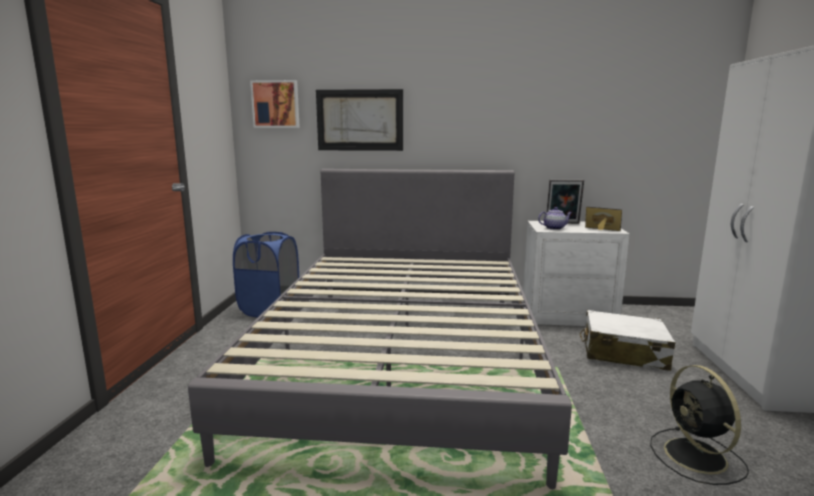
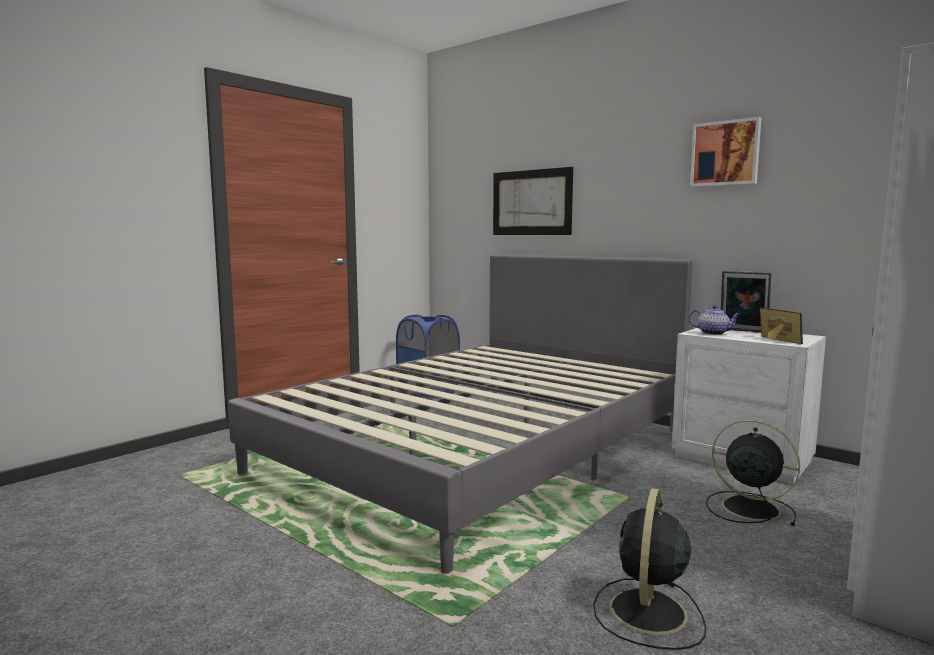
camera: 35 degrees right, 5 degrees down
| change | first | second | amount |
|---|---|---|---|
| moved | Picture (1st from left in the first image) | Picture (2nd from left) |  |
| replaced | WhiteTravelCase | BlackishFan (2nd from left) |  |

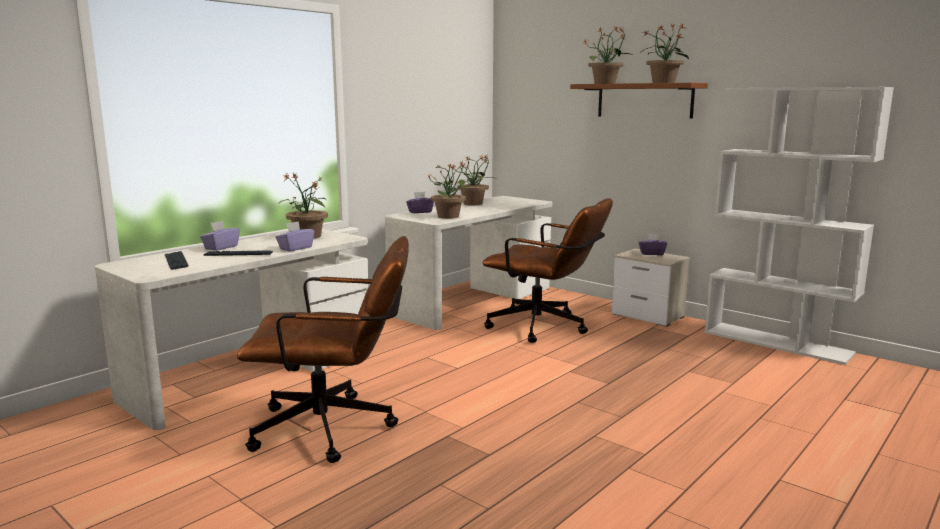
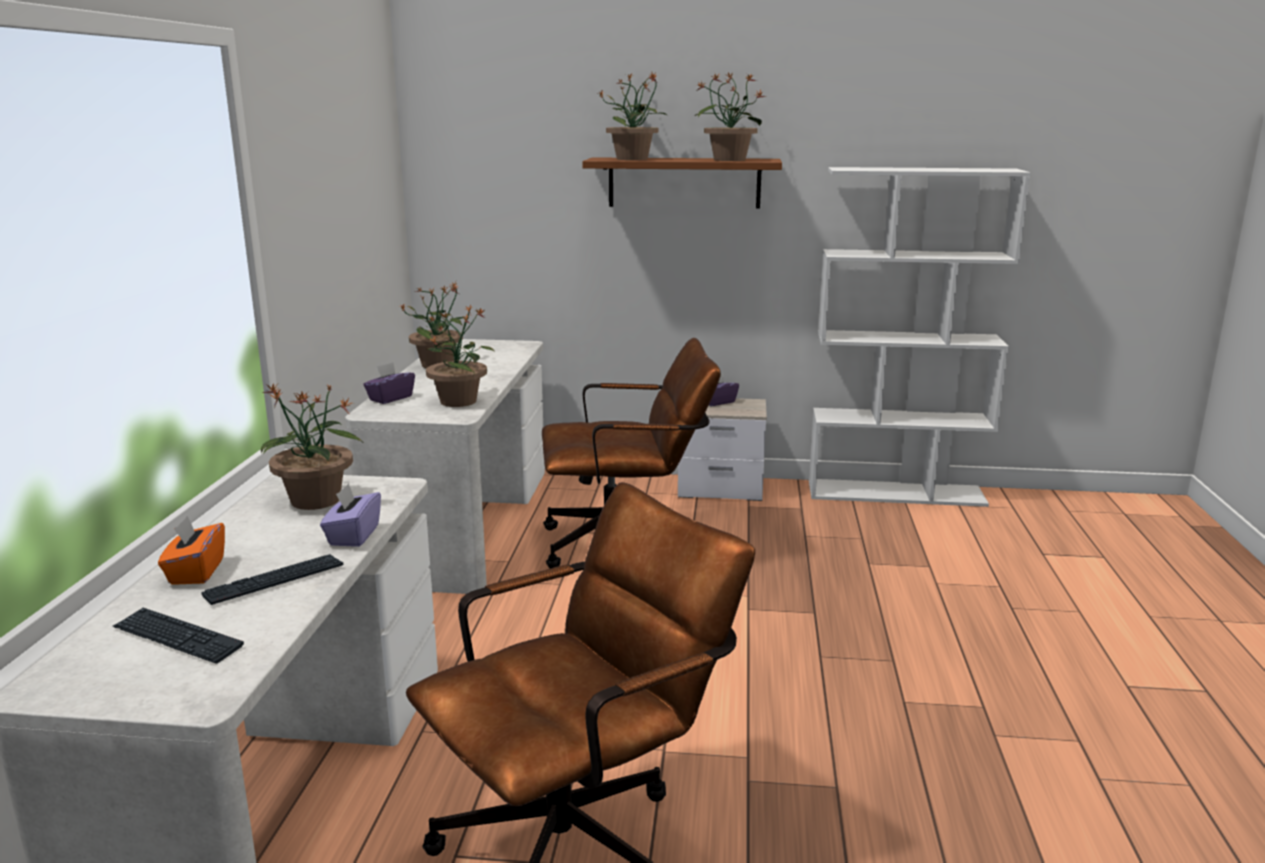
camera: 35 degrees left, 5 degrees up
| change | first | second | amount |
|---|---|---|---|
| recoloured | PurpleBoxOfTissues (1st from left) | OrangeBoxOfTissues |  |

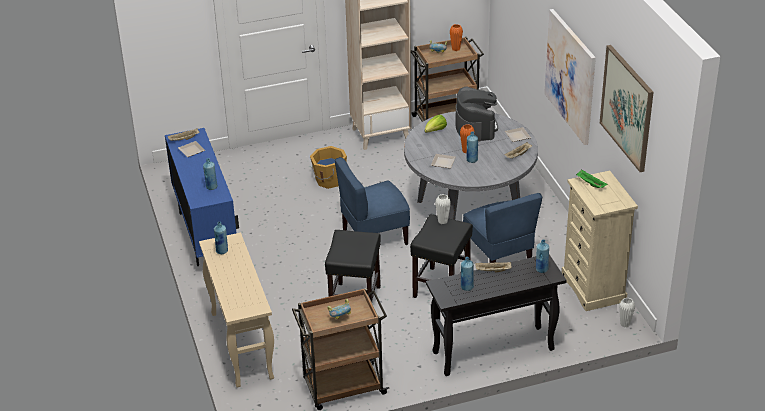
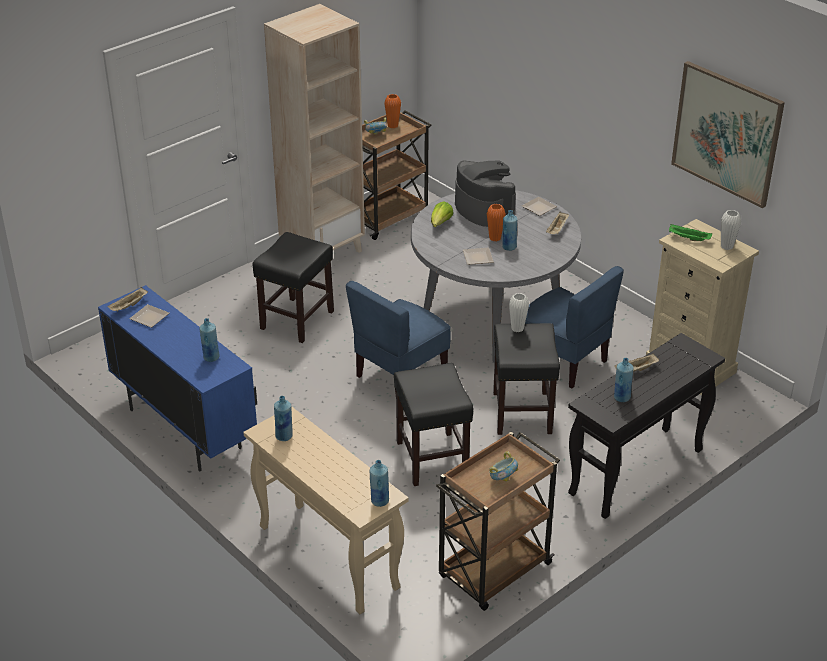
camera: 25 degrees left, 0 degrees up
| change | first | second | amount |
|---|---|---|---|
| replaced | OrangeWaterBucket | BlackishSittingStool (1st from left) |  |
| moved | BlueDrinkBottle (5th from left in the first image) | BlueDrinkBottle (3rd from left) |  |
| moved | WhiteFlowerVase (2nd from left) |  |  |
| removed | Picture (1st from left) |  |  |

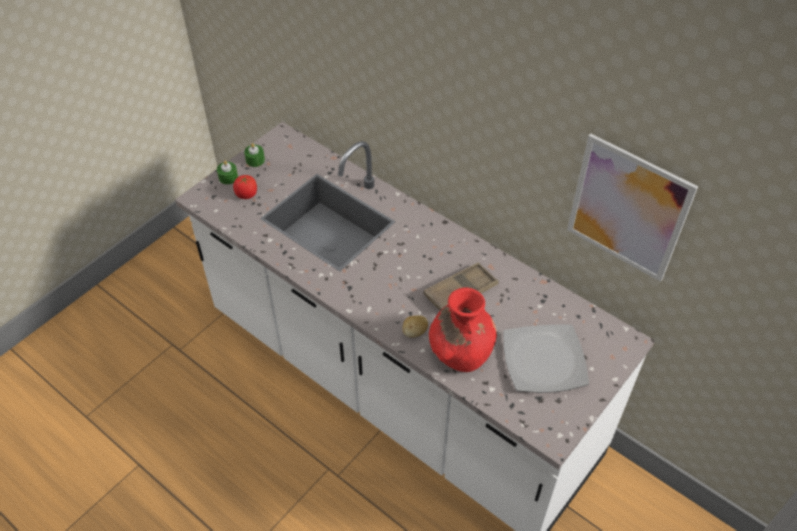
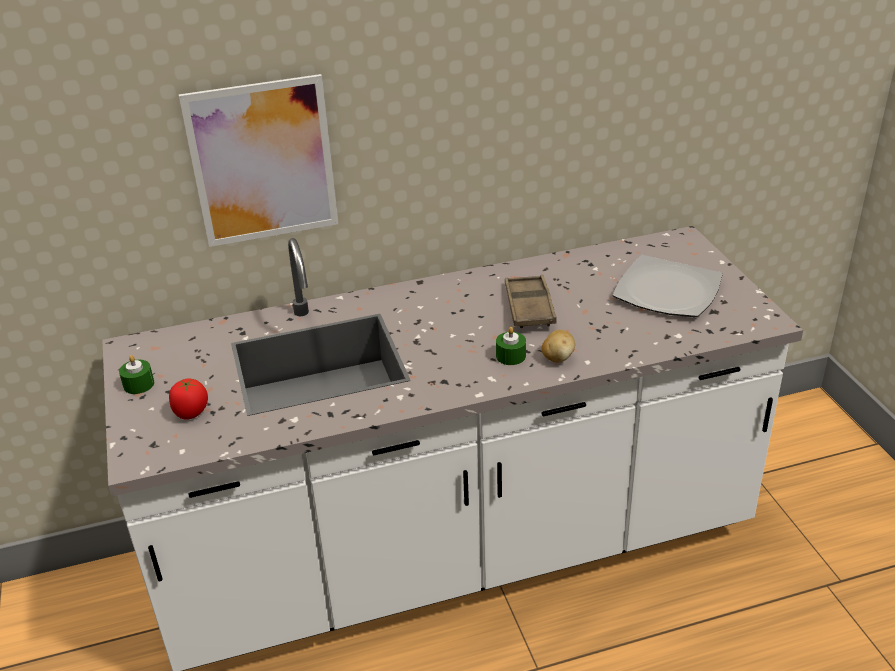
camera: 55 degrees left, 15 degrees down
| change | first | second | amount |
|---|---|---|---|
| moved | Picture |  |  |
| moved | GreenishCandle (1st from left in the first image) | GreenishCandle (2nd from left) |  |
| removed | ReddishFlowerVase |  |  |

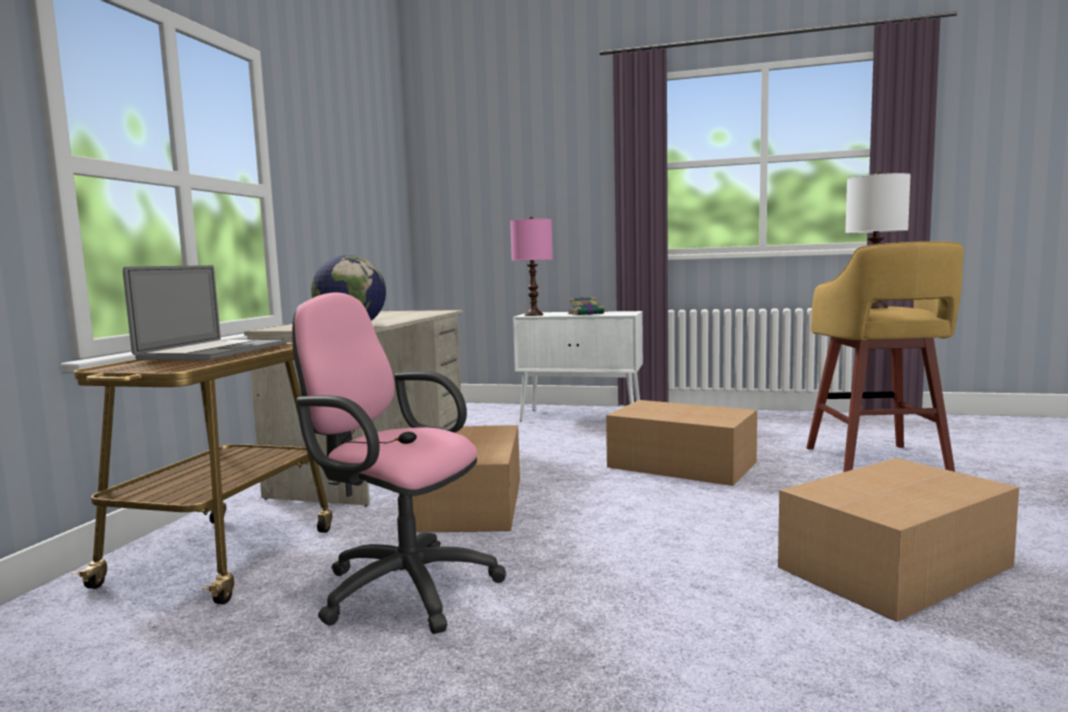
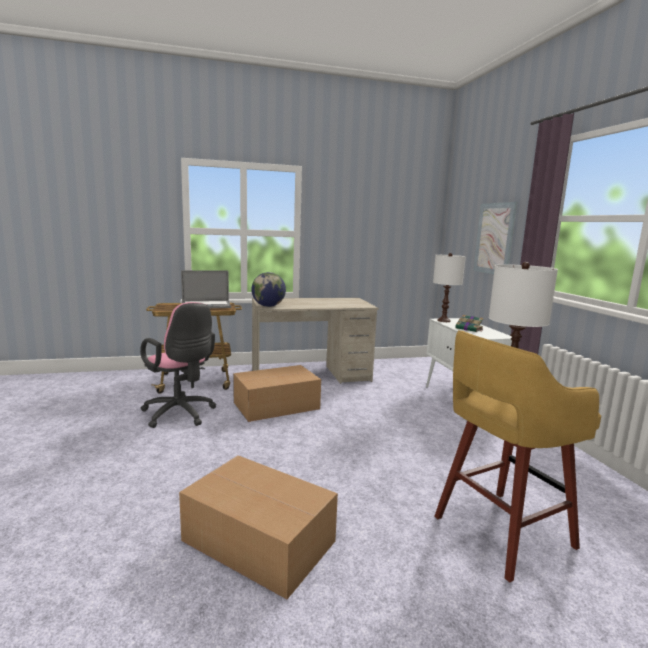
camera: 60 degrees right, 5 degrees up
| change | first | second | amount |
|---|---|---|---|
| turned | PinkishOfficeChair |  | 135 degrees clockwise |
| recoloured | PinkishTabletopLamp | WhiteTabletopLamp (1st from left) |  |
| added |  | Picture |  |
| removed | Carton (2nd from left) |  |  |

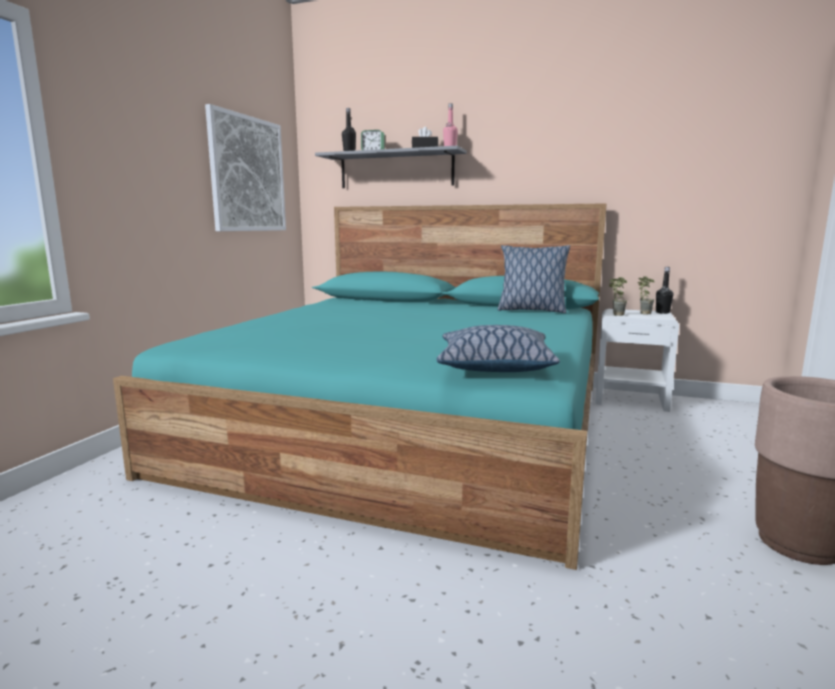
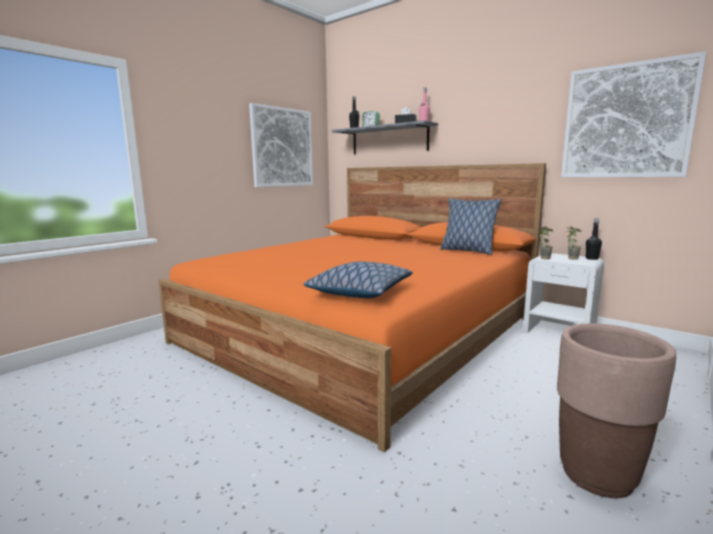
camera: 20 degrees right, 0 degrees up
| change | first | second | amount |
|---|---|---|---|
| recoloured | TurquoiseBed | OrangeBed |  |
| added |  | Picture (2nd from left) |  |

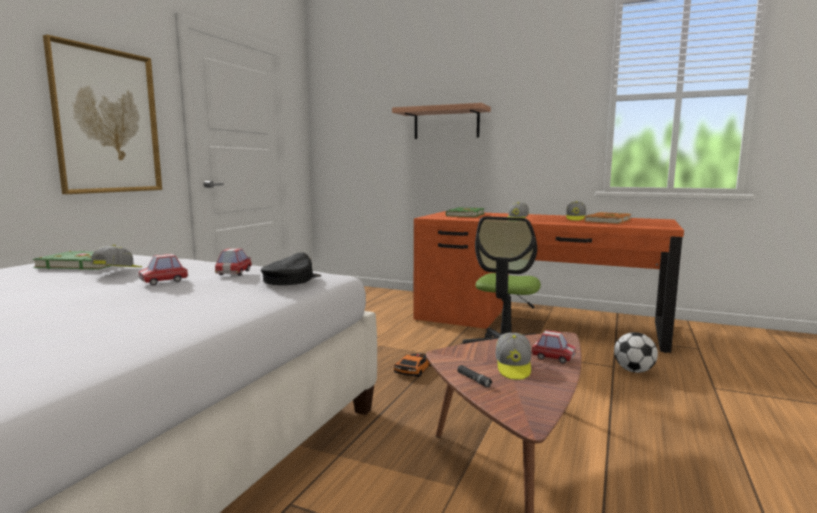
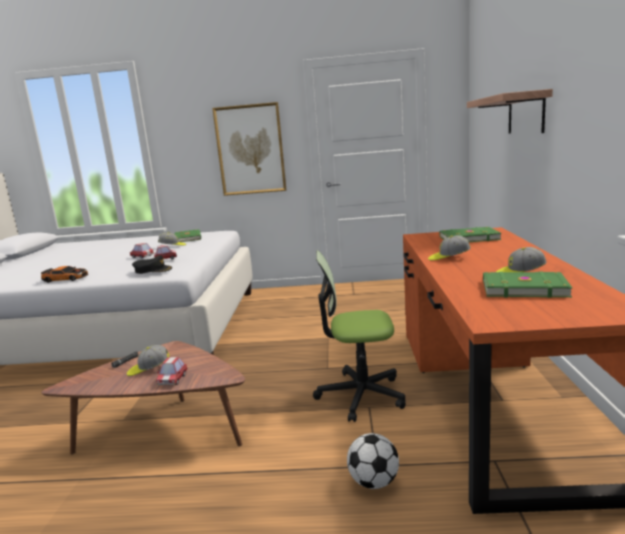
camera: 70 degrees right, 5 degrees up
| change | first | second | amount |
|---|---|---|---|
| moved | ModelCar (3rd from left in the first image) | ModelCar (1st from left) |  |
| recoloured | OrangeBook | GreenishBook (3rd from left) |  |

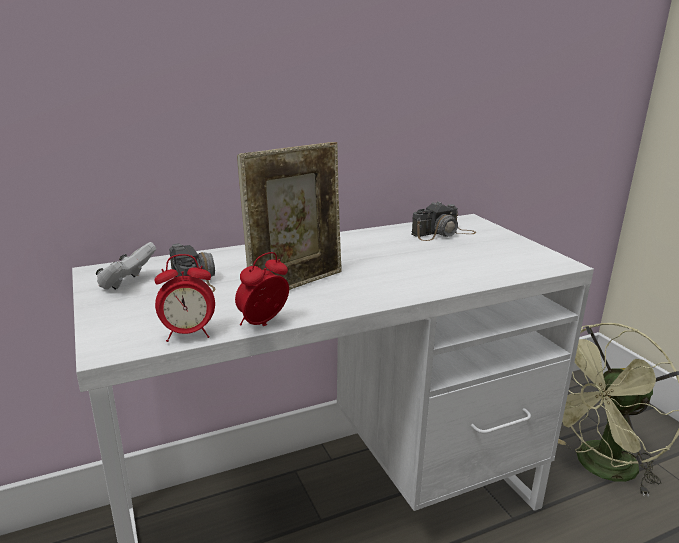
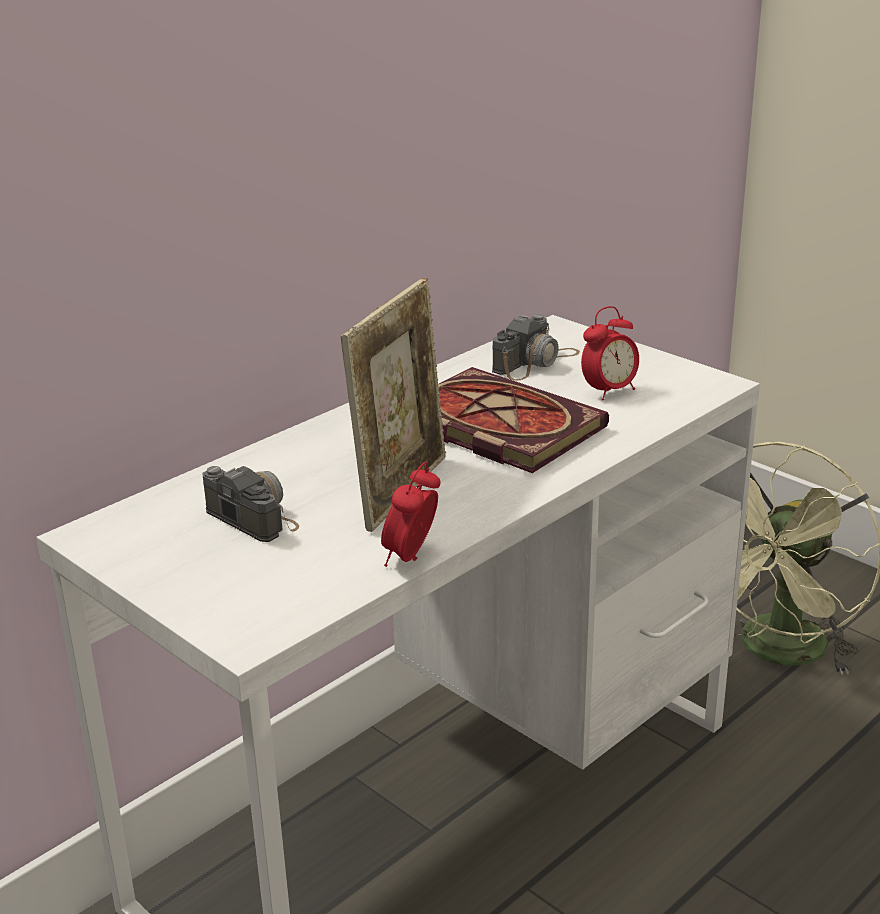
camera: 20 degrees left, 5 degrees up
| change | first | second | amount |
|---|---|---|---|
| added |  | Book |  |
| moved | TableClock (1st from left in the first image) | TableClock (2nd from left) |  |
| removed | WhiteGamepad |  |  |

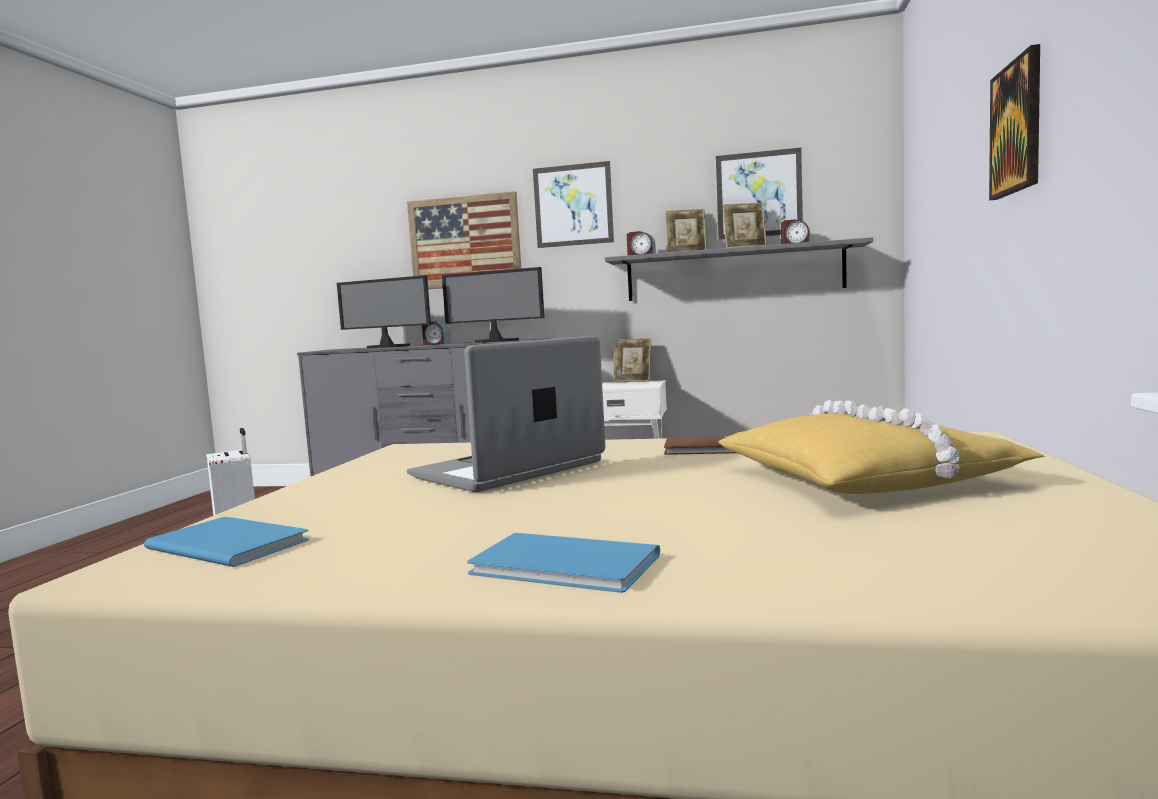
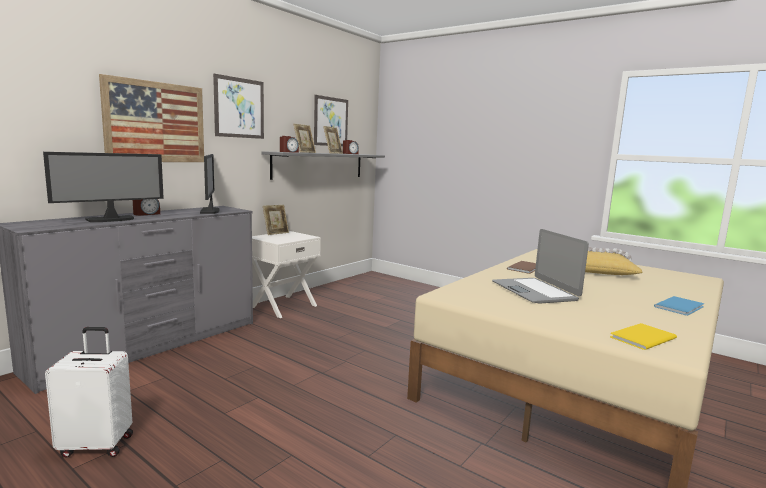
camera: 65 degrees left, 5 degrees up
| change | first | second | amount |
|---|---|---|---|
| turned | ComputerDisplay (2nd from left) |  | 60 degrees counterclockwise |
| recoloured | BlueBook (1st from left) | YellowColouredBook |  |
| removed | Picture (4th from left) |  |  |

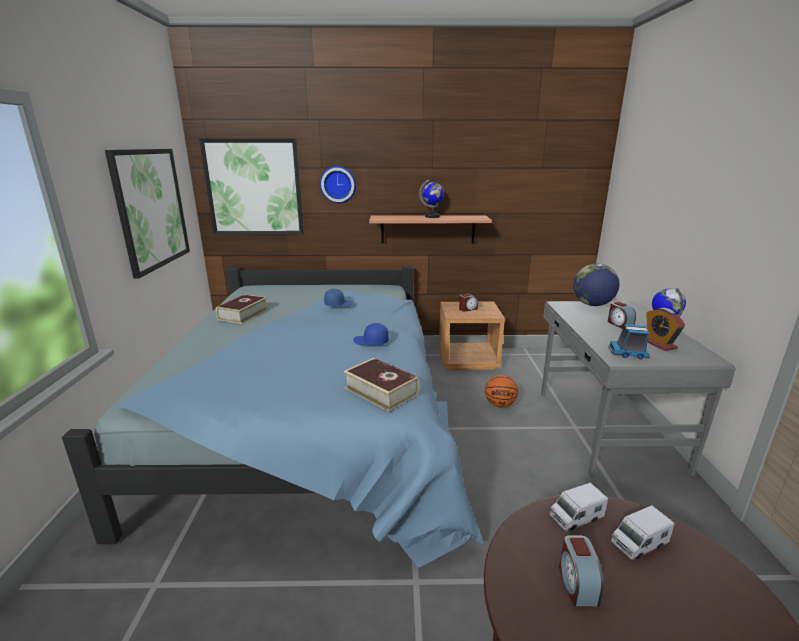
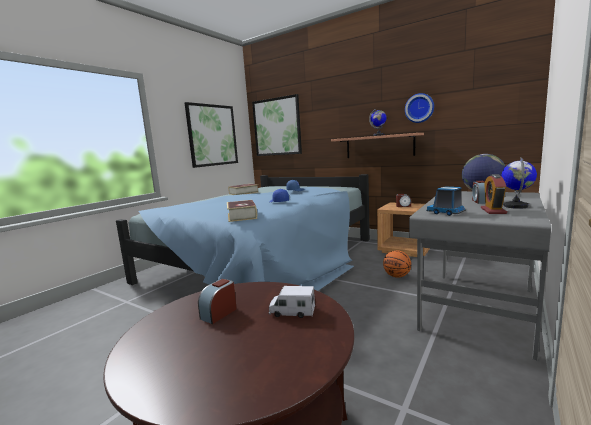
camera: 35 degrees right, 10 degrees down
| change | first | second | amount |
|---|---|---|---|
| moved | ClockOnTheWall |  |  |
| removed | ToyLorry (1st from left) |  |  |

